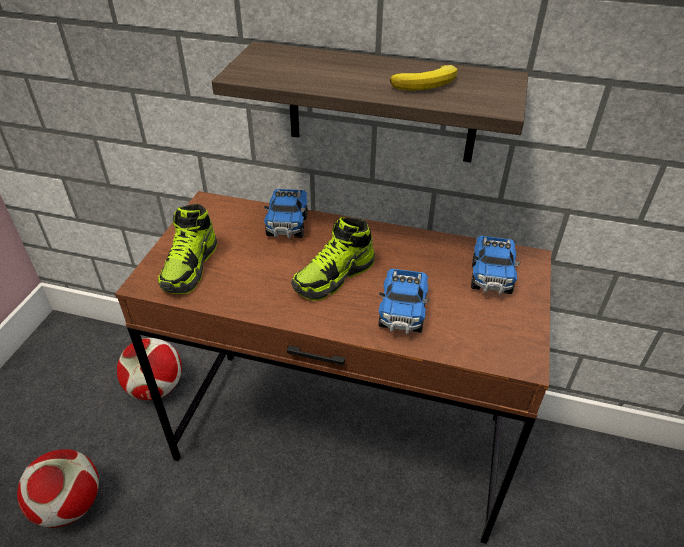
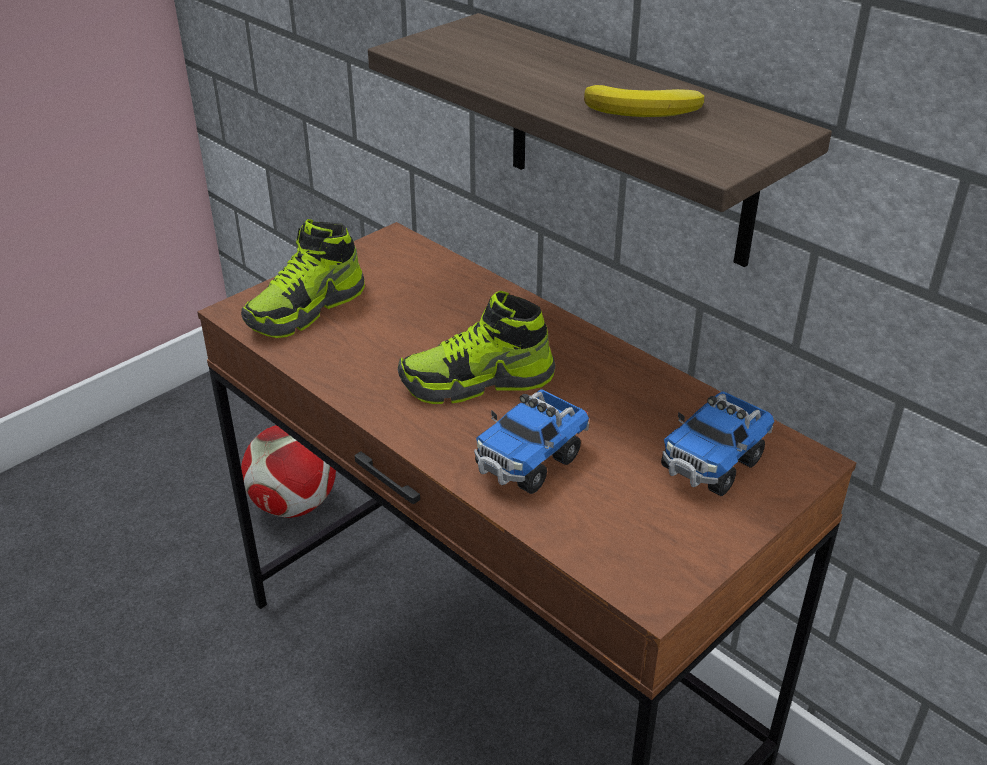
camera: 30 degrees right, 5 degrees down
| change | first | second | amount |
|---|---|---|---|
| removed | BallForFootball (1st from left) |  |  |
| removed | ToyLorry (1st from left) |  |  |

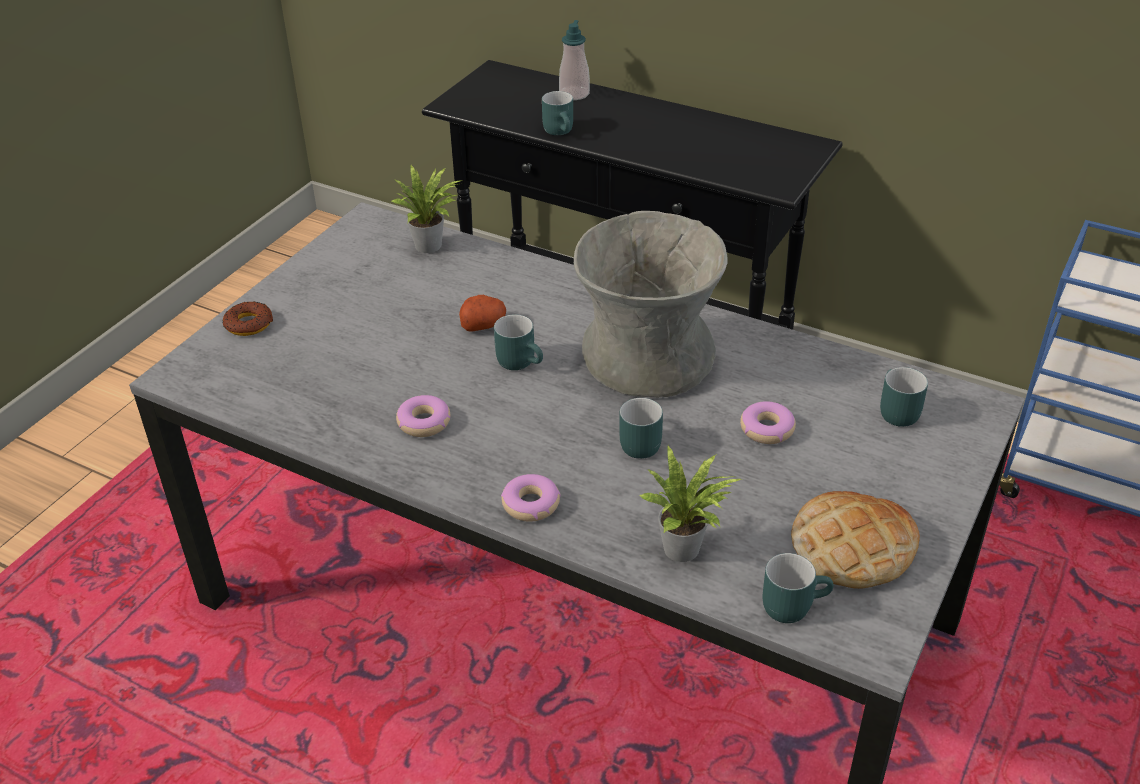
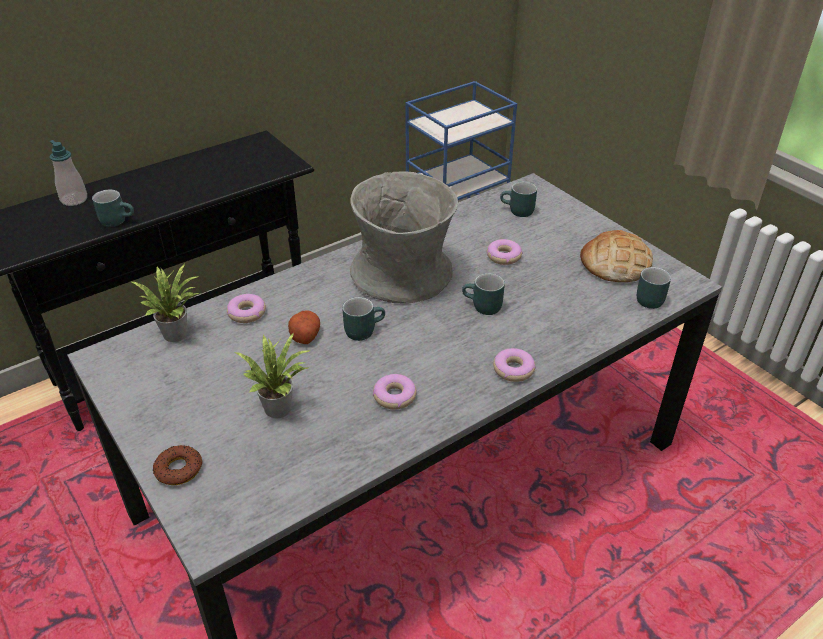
camera: 65 degrees left, 0 degrees up
| change | first | second | amount |
|---|---|---|---|
| added |  | Doughnut (2nd from left) |  |
| moved | PottedPlant (2nd from left) |  |  |

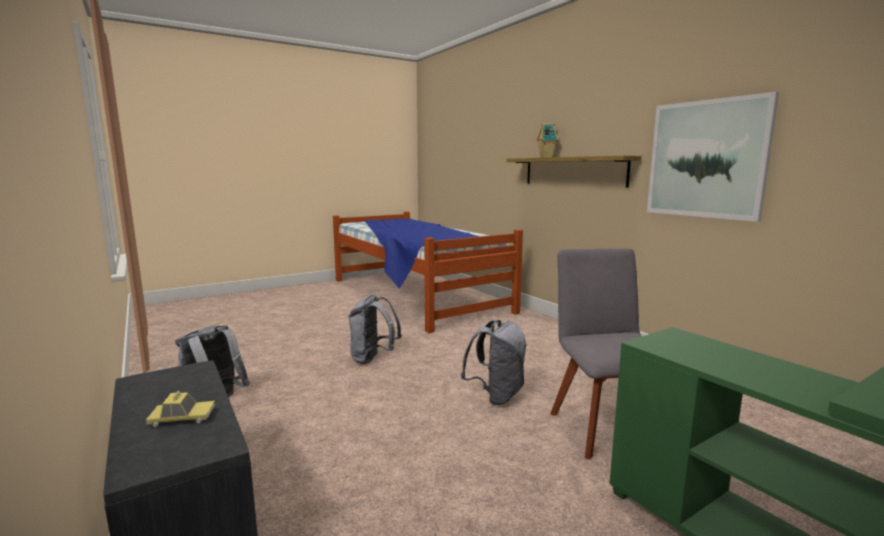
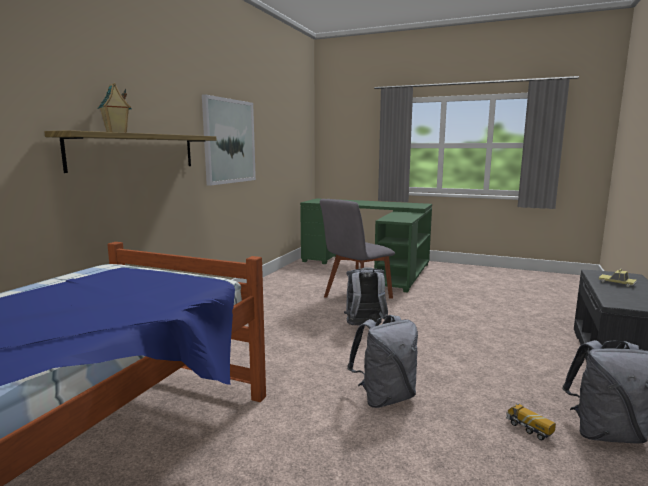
camera: 125 degrees left, 0 degrees up
| change | first | second | amount |
|---|---|---|---|
| added |  | ToyLorry |  |

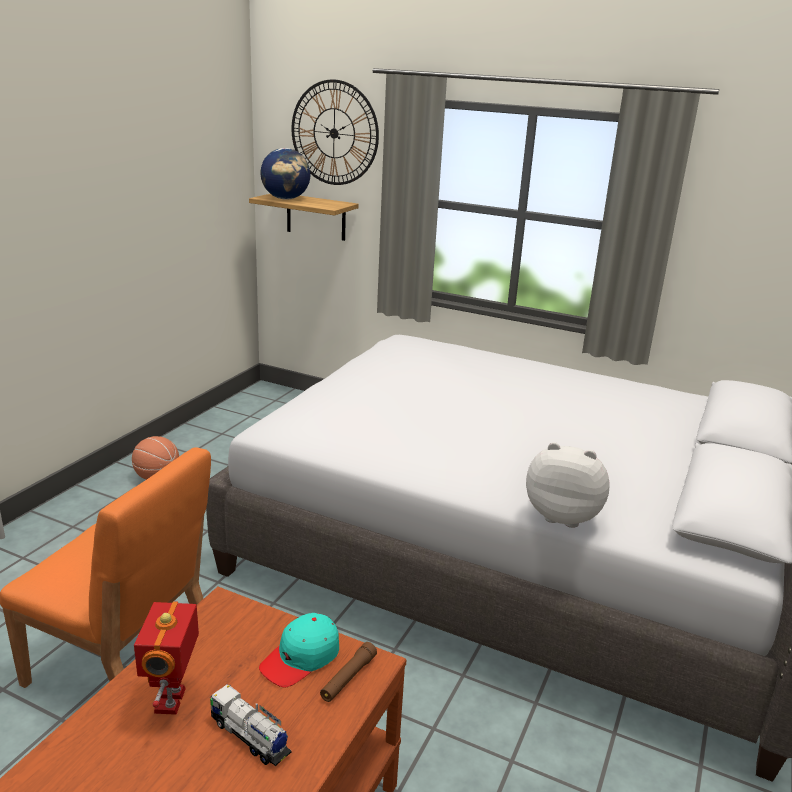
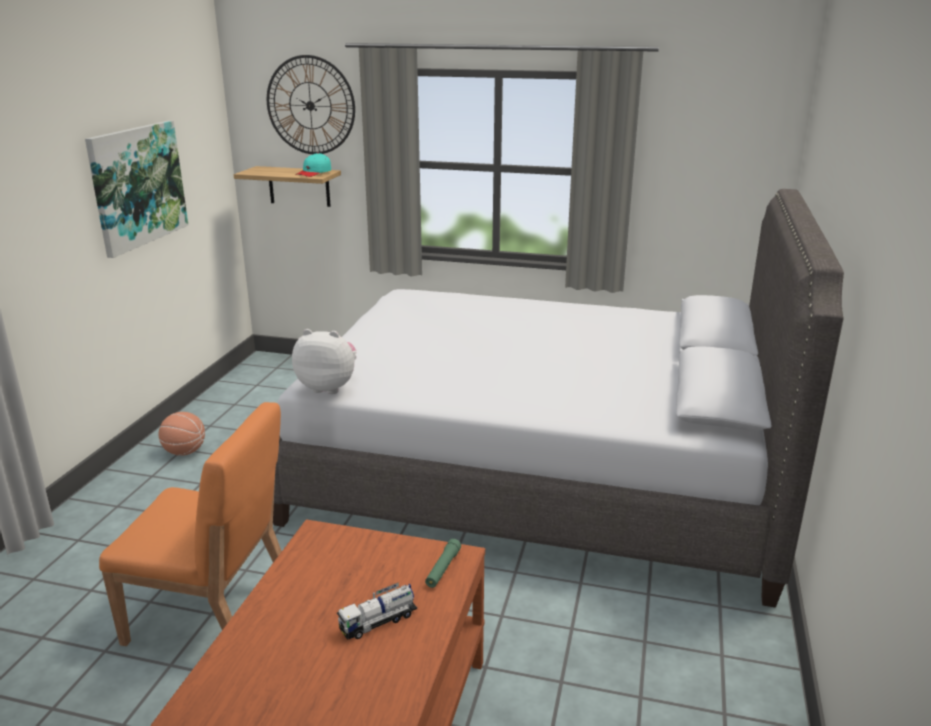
camera: 10 degrees left, 0 degrees up
| change | first | second | amount |
|---|---|---|---|
| added |  | Picture |  |
| moved | PlushToy |  |  |
| moved | TurquoiseBaseballCap |  |  |
| turned | ToyLorry |  | 60 degrees counterclockwise |
| recoloured | BrownTorch | GreenishTorch |  |
| removed | ToyRobot |  |  |
| removed | WorldGlobe |  |  |

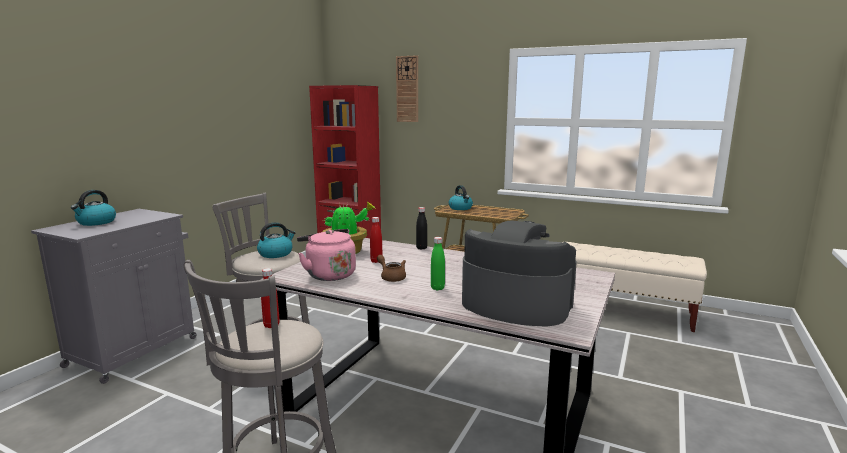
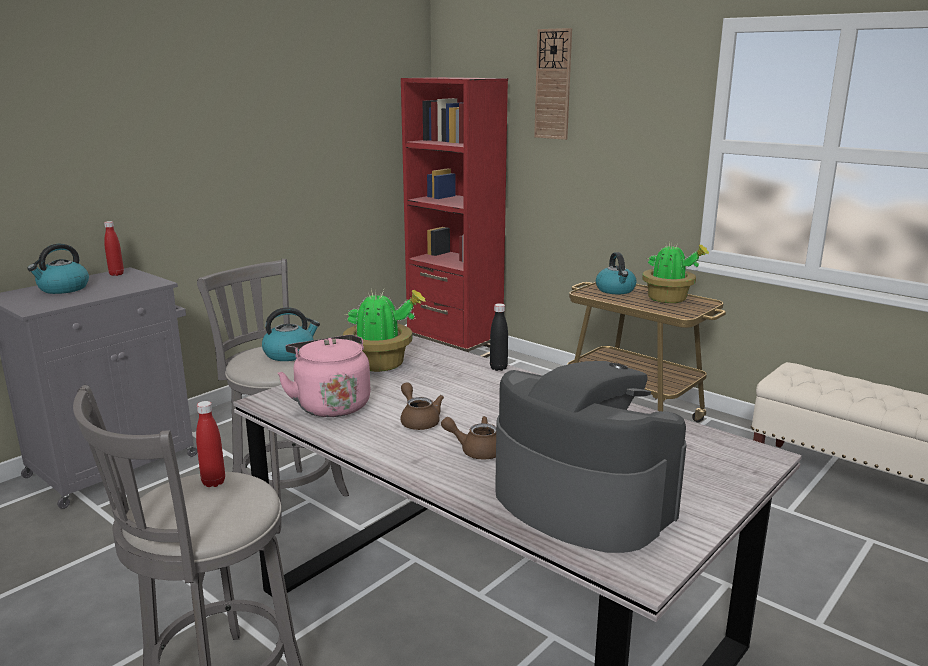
camera: 15 degrees right, 5 degrees up
| change | first | second | amount |
|---|---|---|---|
| moved | ReddishDrinkBottle (2nd from left in the first image) | ReddishDrinkBottle (1st from left) |  |
| replaced | GreenishDrinkBottle | BrownTeapot (2nd from left) |  |
| added |  | PottedPlant (2nd from left) |  |

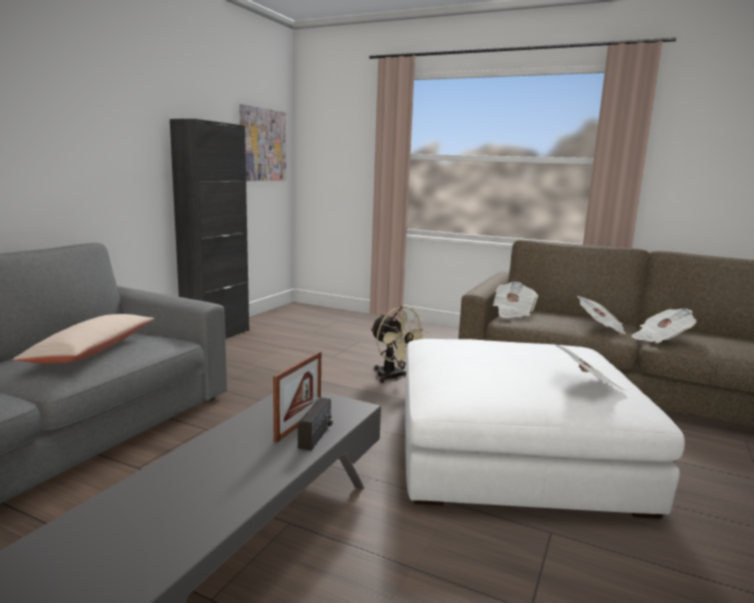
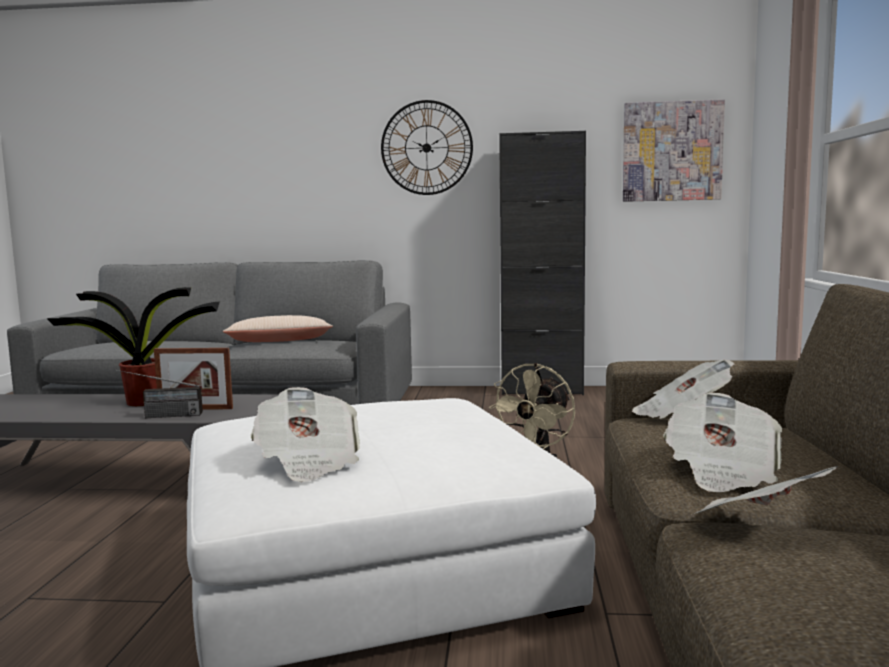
camera: 70 degrees right, 5 degrees down
| change | first | second | amount |
|---|---|---|---|
| added |  | PottedPlant |  |
| added |  | ClockOnTheWall |  |

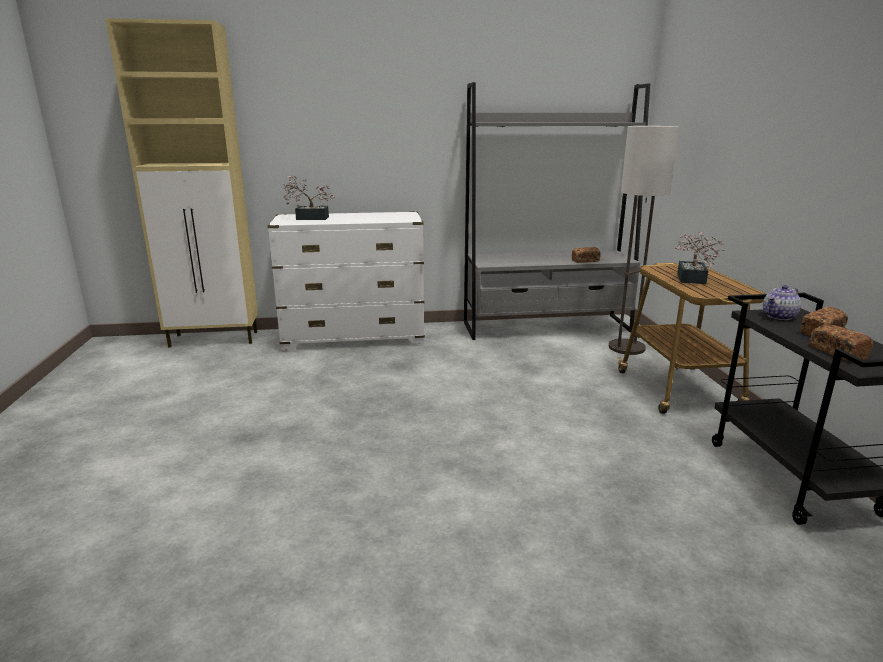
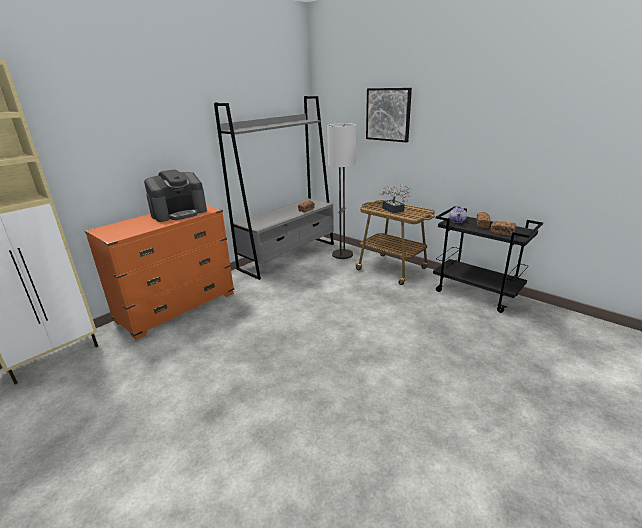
camera: 40 degrees left, 5 degrees up
| change | first | second | amount |
|---|---|---|---|
| recoloured | WhiteChestOfDrawers | OrangeChestOfDrawers |  |
| added |  | CoffeeMachine |  |
| added |  | Picture |  |
| removed | PottedPlant (1st from left) |  |  |

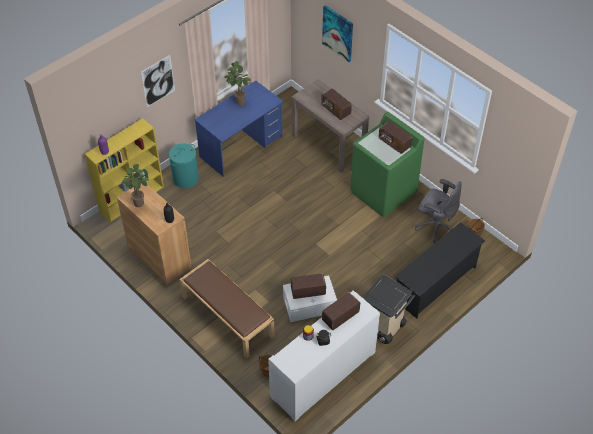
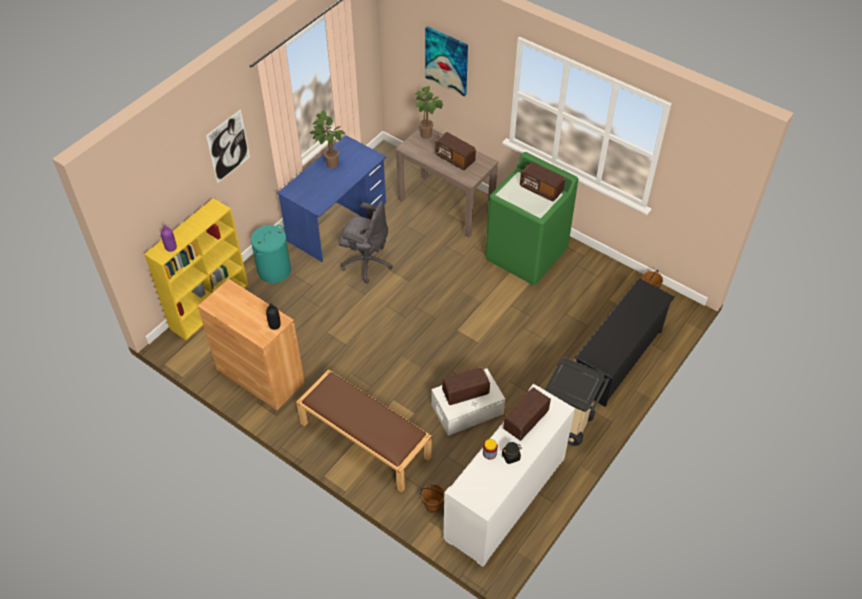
camera: 10 degrees left, 0 degrees up
| change | first | second | amount |
|---|---|---|---|
| moved | GrayOfficeChair |  |  |
| moved | PottedPlant (1st from left in the first image) | PottedPlant (2nd from left) |  |

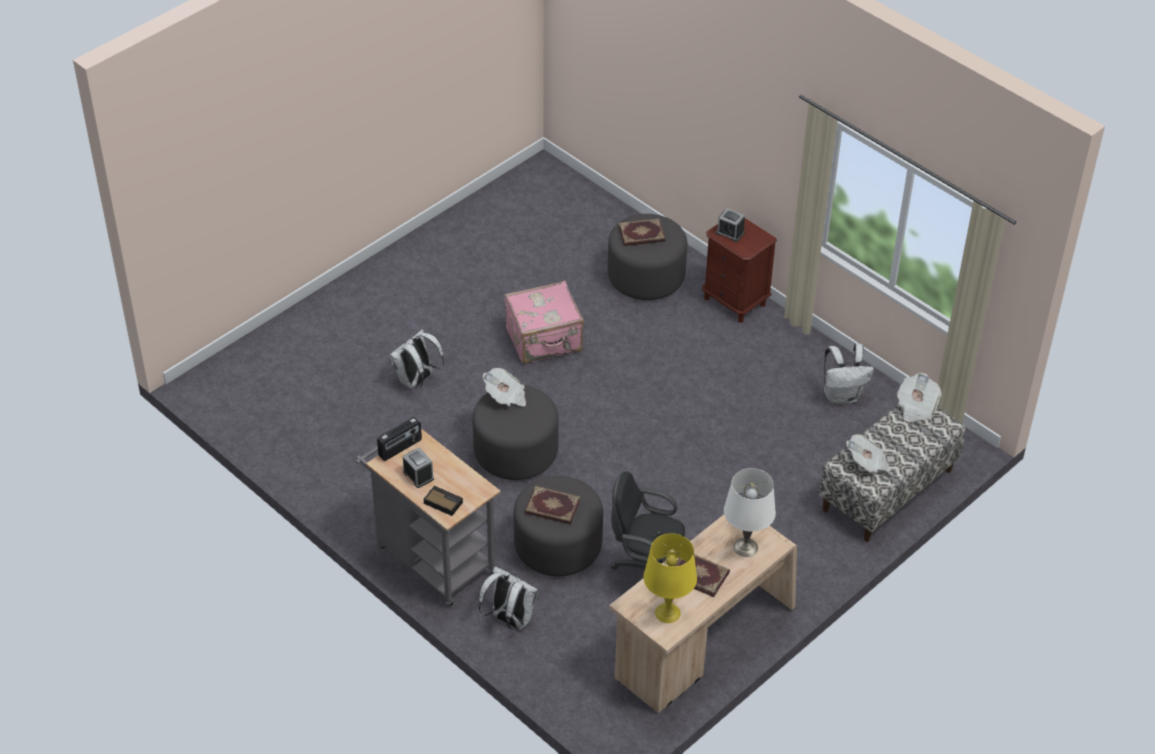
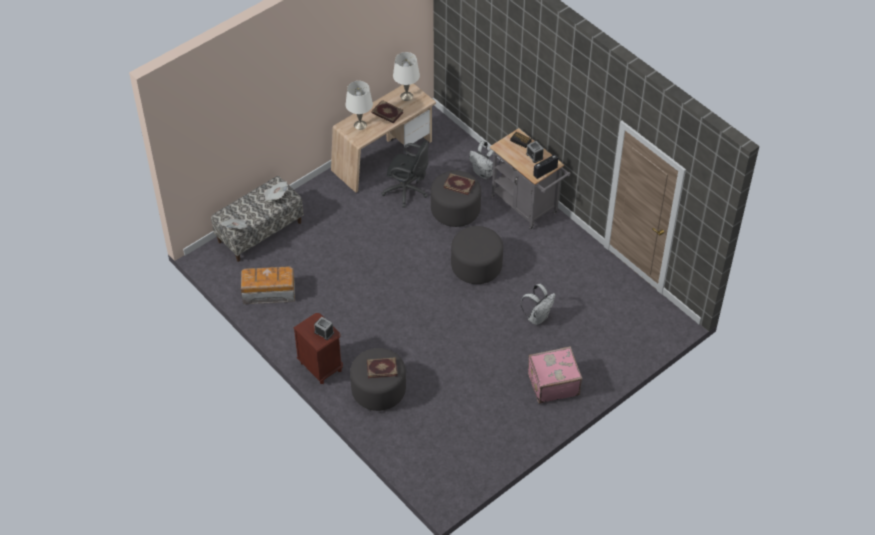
camera: 175 degrees left, 5 degrees up
| change | first | second | amount |
|---|---|---|---|
| replaced | WhiteRucksack (3rd from left) | StorageBox |  |
| recoloured | YellowColouredTabletopLamp | WhiteTabletopLamp (2nd from left) |  |
| moved | PinkishTravelCase |  |  |
| removed | DailyPaper (1st from left) |  |  |

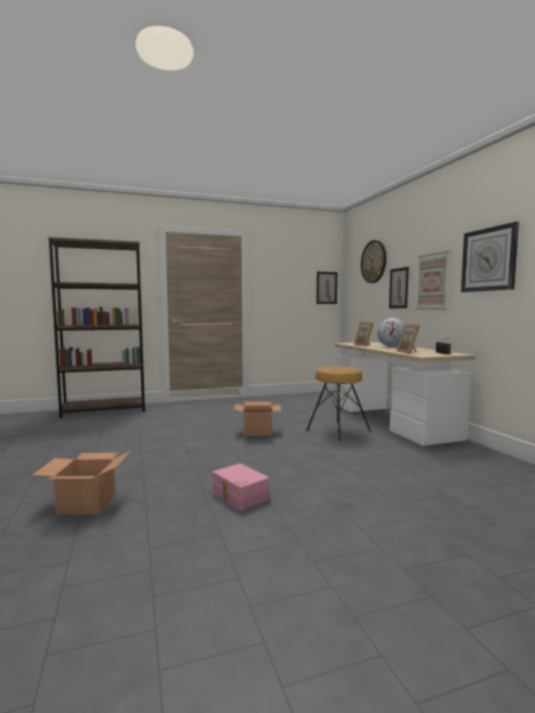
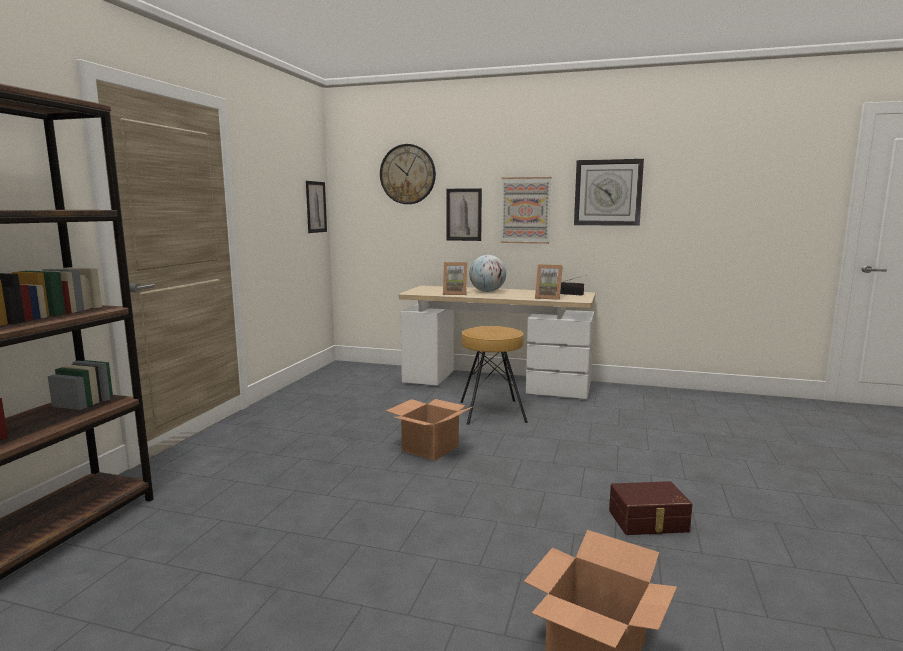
camera: 55 degrees left, 5 degrees up
| change | first | second | amount |
|---|---|---|---|
| recoloured | PinkishStorageBox | BrownStorageBox |  |

